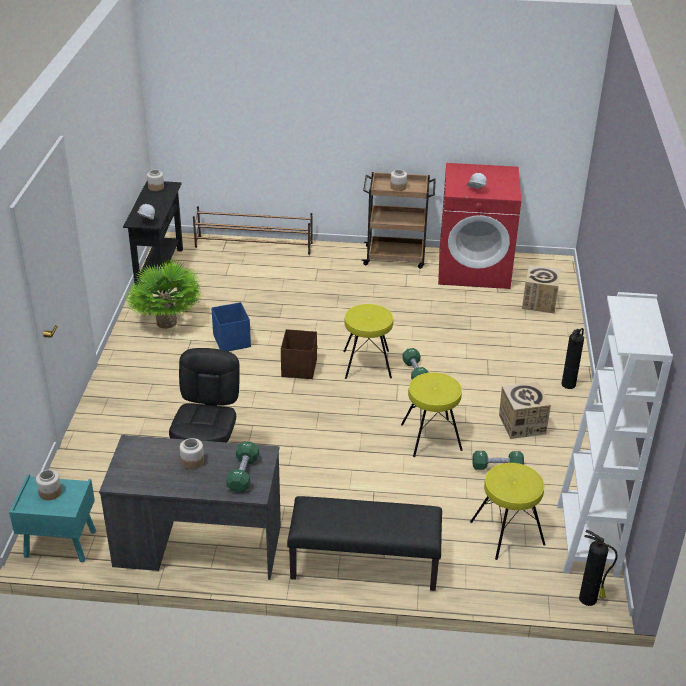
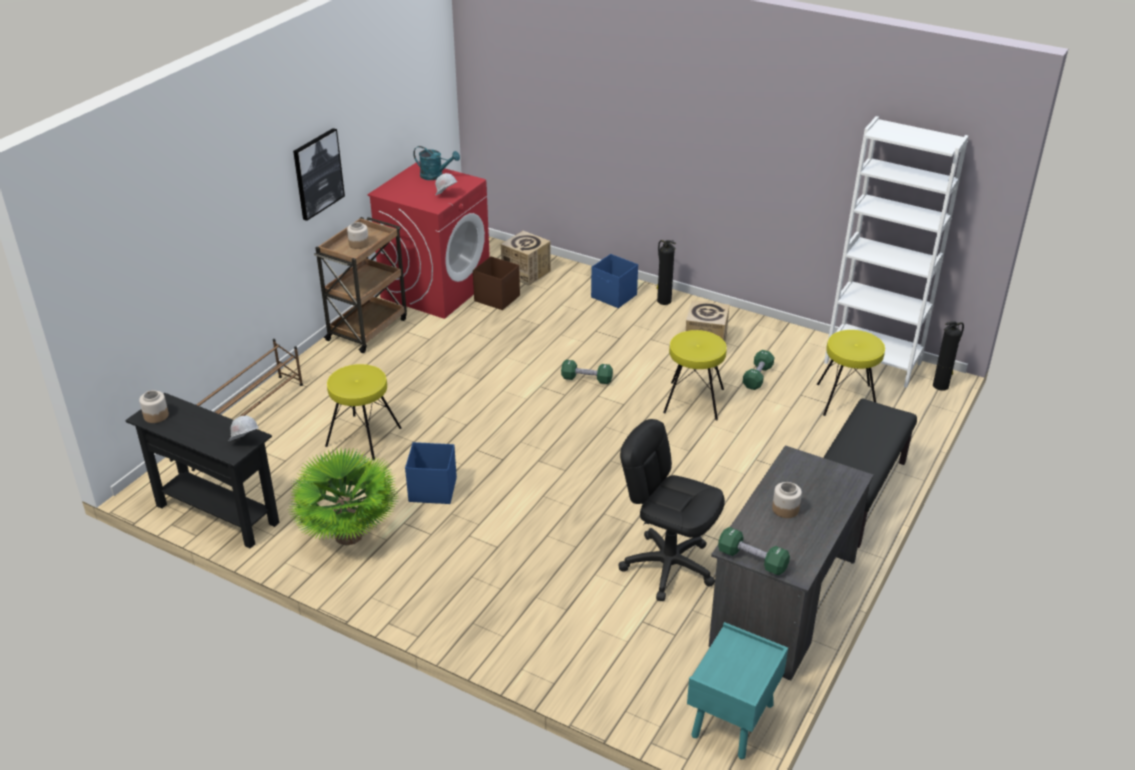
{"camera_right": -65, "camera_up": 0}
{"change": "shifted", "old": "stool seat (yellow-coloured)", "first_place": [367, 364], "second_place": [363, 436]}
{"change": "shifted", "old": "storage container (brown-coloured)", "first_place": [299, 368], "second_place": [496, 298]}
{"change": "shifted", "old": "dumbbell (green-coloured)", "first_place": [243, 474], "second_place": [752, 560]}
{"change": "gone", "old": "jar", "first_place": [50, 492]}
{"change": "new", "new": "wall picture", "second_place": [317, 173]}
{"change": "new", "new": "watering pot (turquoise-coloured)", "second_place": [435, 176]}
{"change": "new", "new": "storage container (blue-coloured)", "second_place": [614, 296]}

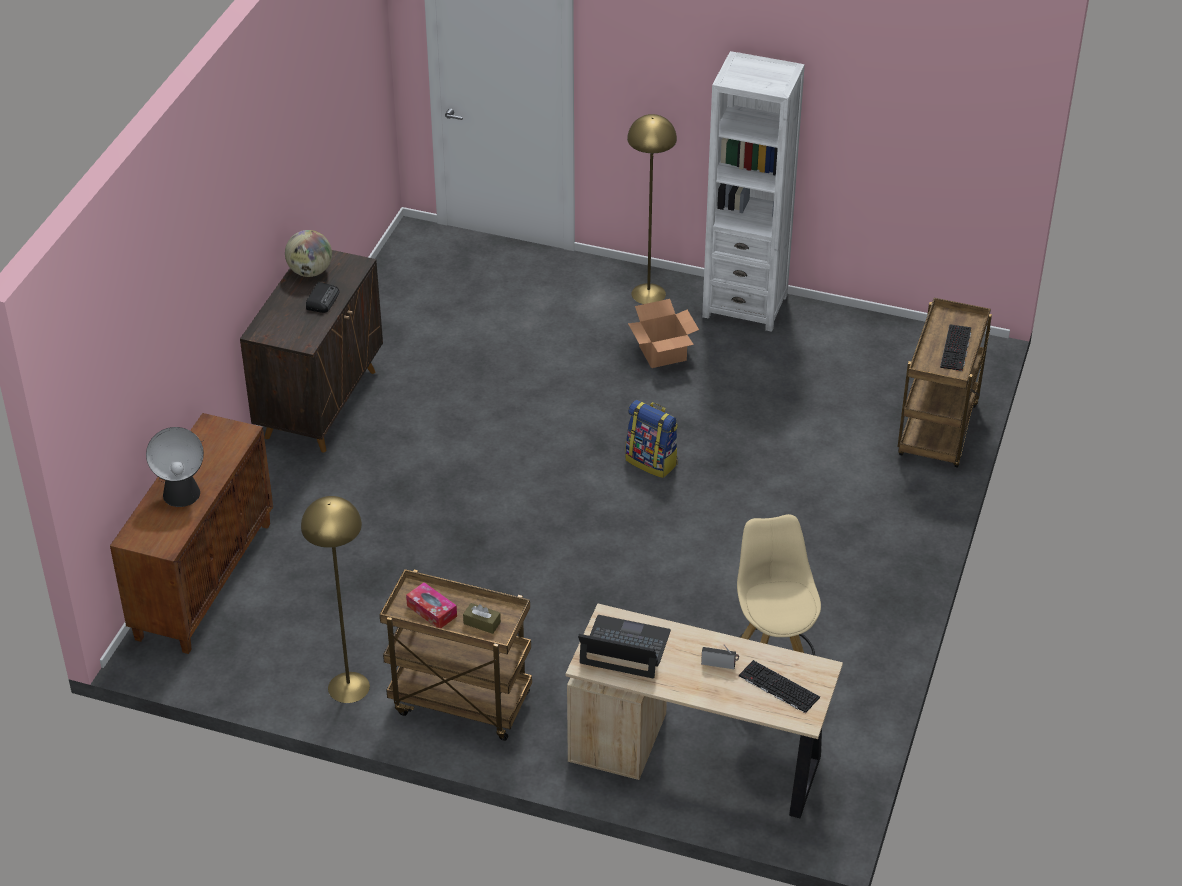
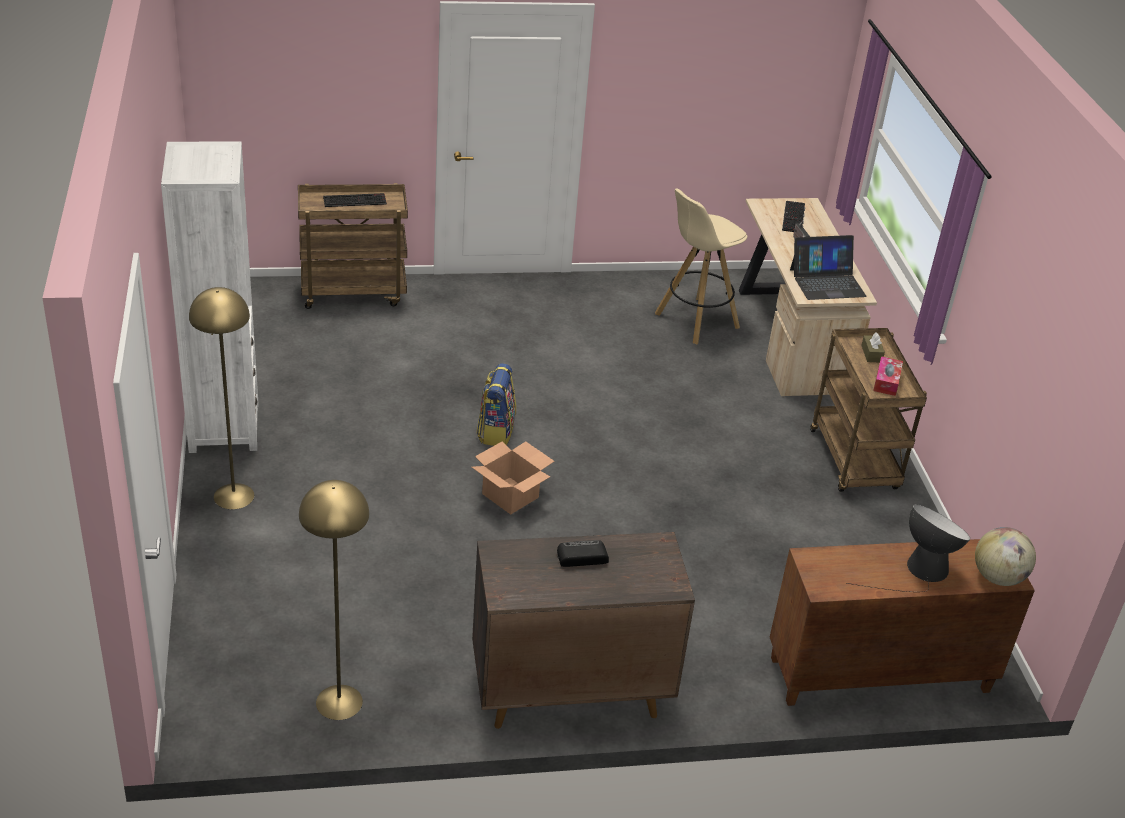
{"camera_right": -120, "camera_up": -5}
{"change": "shifted", "old": "world globe", "first_place": [310, 272], "second_place": [998, 577]}
{"change": "shifted", "old": "carton", "first_place": [663, 353], "second_place": [509, 495]}
{"change": "shifted", "old": "standard lamp (yellow-coloured)", "first_place": [348, 687], "second_place": [339, 702]}
{"change": "rotated", "old": "notebook computer", "first_place": [624, 648], "second_place": [827, 282], "degrees": -90}

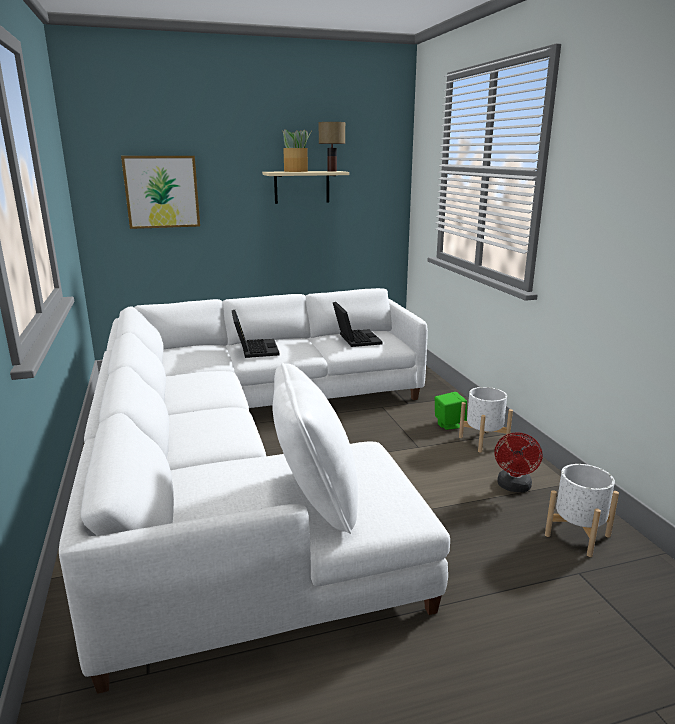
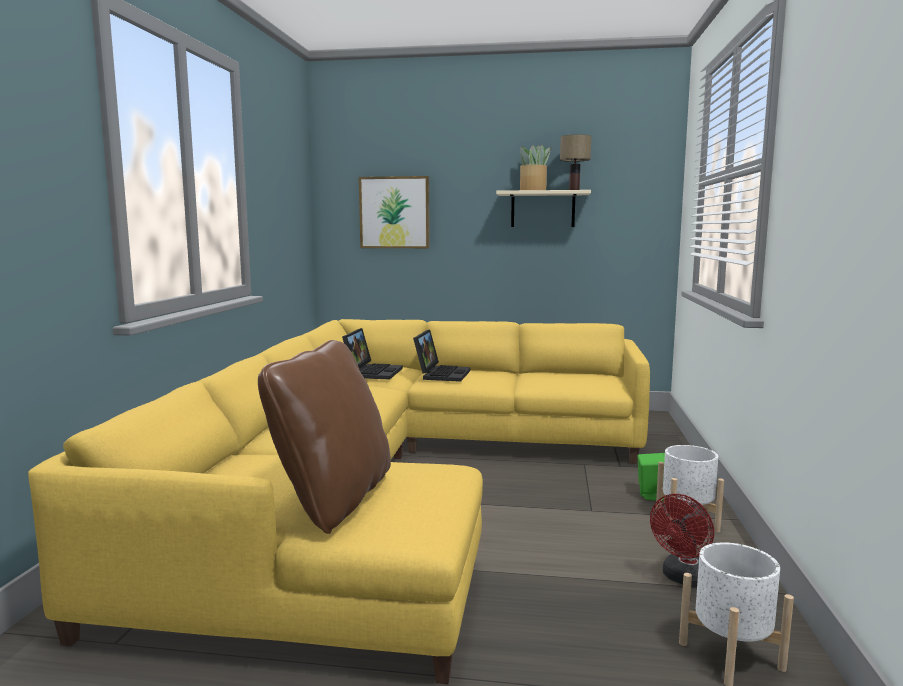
{"camera_right": 25, "camera_up": -10}
{"change": "repainted", "old": "sofa (white)", "new": "sofa (yellow-coloured)", "first_place": [250, 453], "second_place": [394, 481]}
{"change": "shifted", "old": "notebook computer", "first_place": [355, 339], "second_place": [372, 372]}
{"change": "repainted", "old": "cushion (white)", "new": "cushion (brown-coloured)", "first_place": [315, 500], "second_place": [333, 499]}

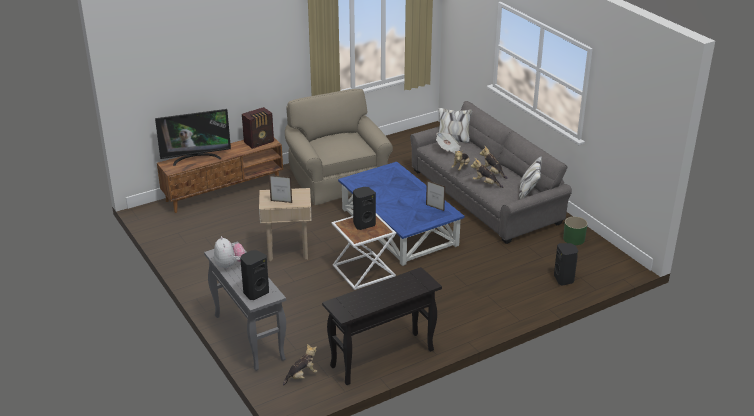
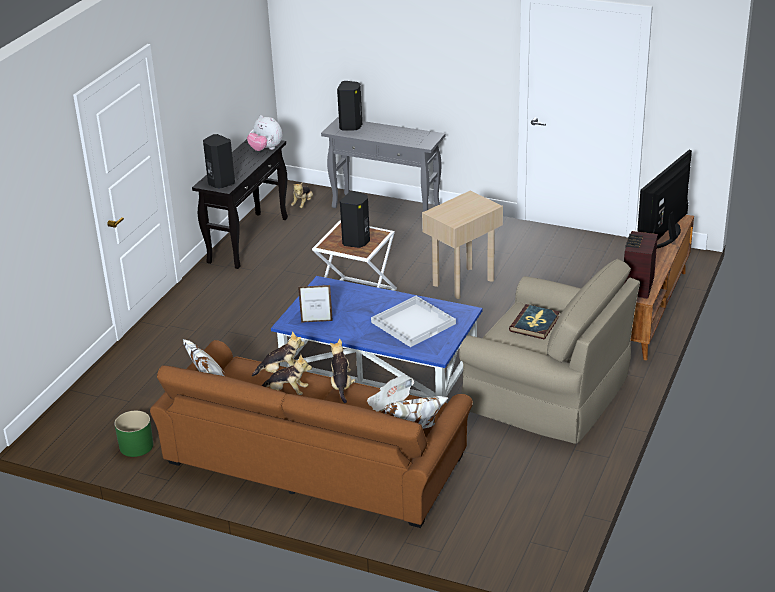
{"camera_right": 145, "camera_up": 0}
{"change": "repainted", "old": "sofa (greyish)", "new": "sofa (brown-coloured)", "first_place": [484, 196], "second_place": [315, 459]}
{"change": "gone", "old": "photo frame", "first_place": [281, 202]}
{"change": "shifted", "old": "plush toy", "first_place": [229, 265], "second_place": [266, 149]}
{"change": "shifted", "old": "speaker (blackish)", "first_place": [564, 279], "second_place": [220, 183]}
{"change": "new", "new": "serving tray (white)", "second_place": [413, 322]}
{"change": "new", "new": "bound book", "second_place": [535, 324]}

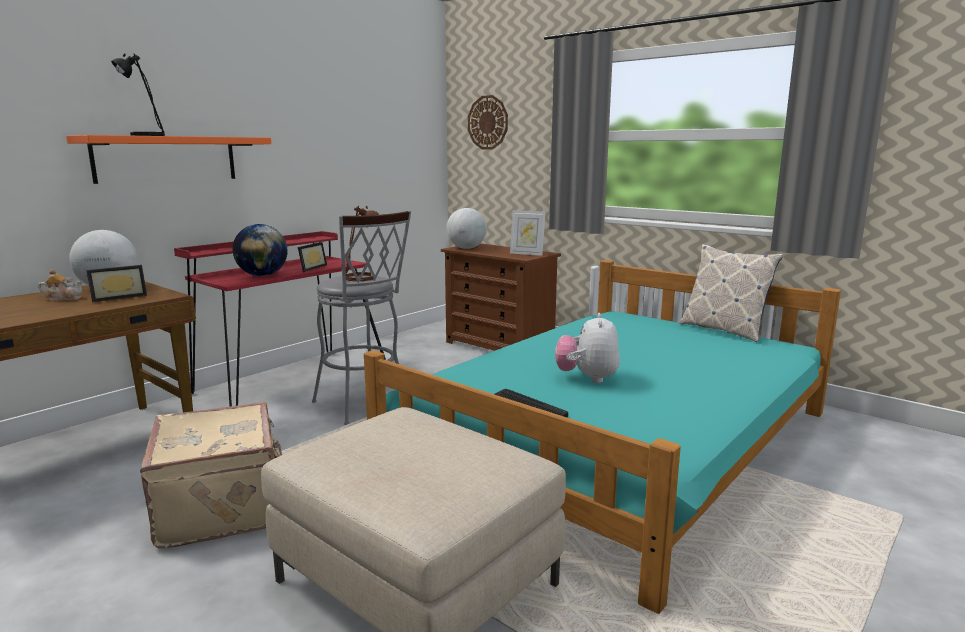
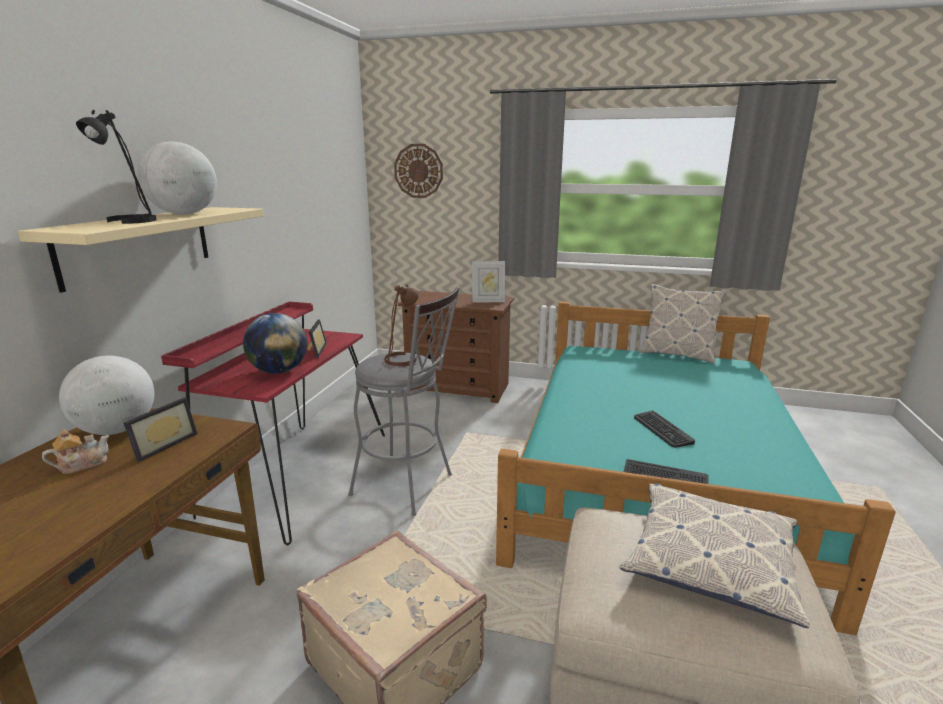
{"camera_right": -25, "camera_up": 5}
{"change": "repainted", "old": "wall shelf (orange-coloured)", "new": "wall shelf (sand-coloured)", "first_place": [166, 159], "second_place": [138, 244]}
{"change": "shifted", "old": "world globe", "first_place": [466, 248], "second_place": [184, 214]}
{"change": "swapped", "old": "plush toy", "new": "keyboard", "first_place": [587, 378], "second_place": [662, 429]}
{"change": "new", "new": "cushion", "second_place": [710, 560]}

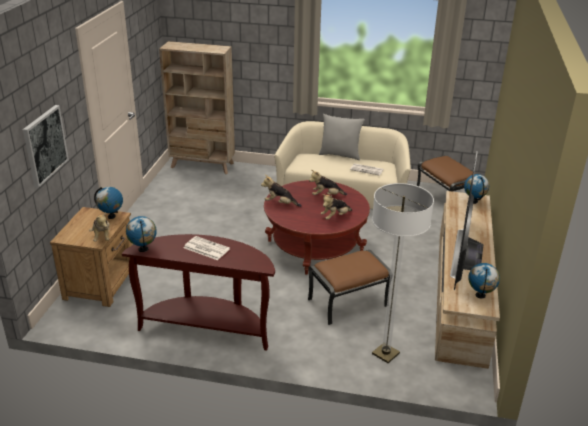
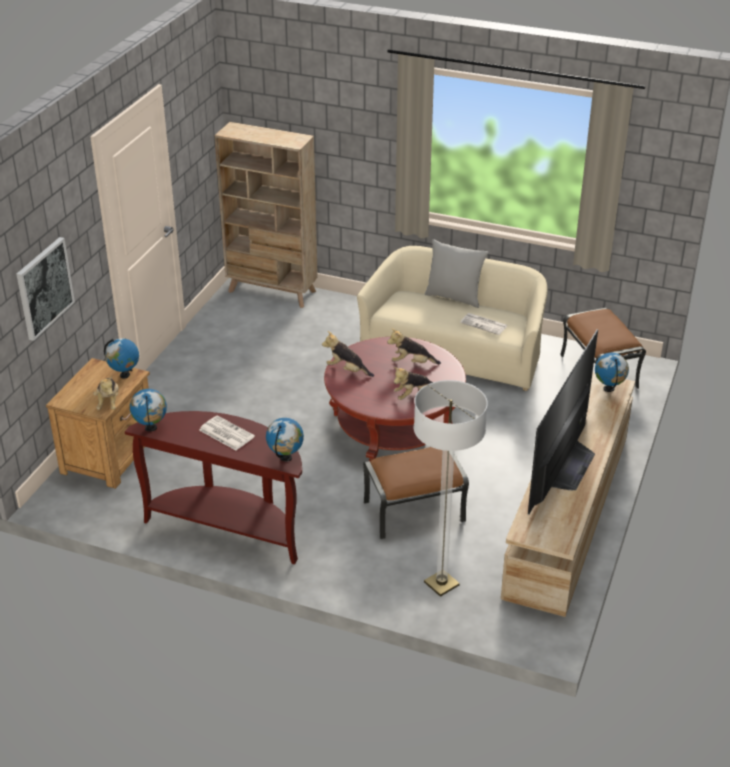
{"camera_right": 10, "camera_up": 5}
{"change": "shifted", "old": "world globe", "first_place": [480, 295], "second_place": [286, 458]}

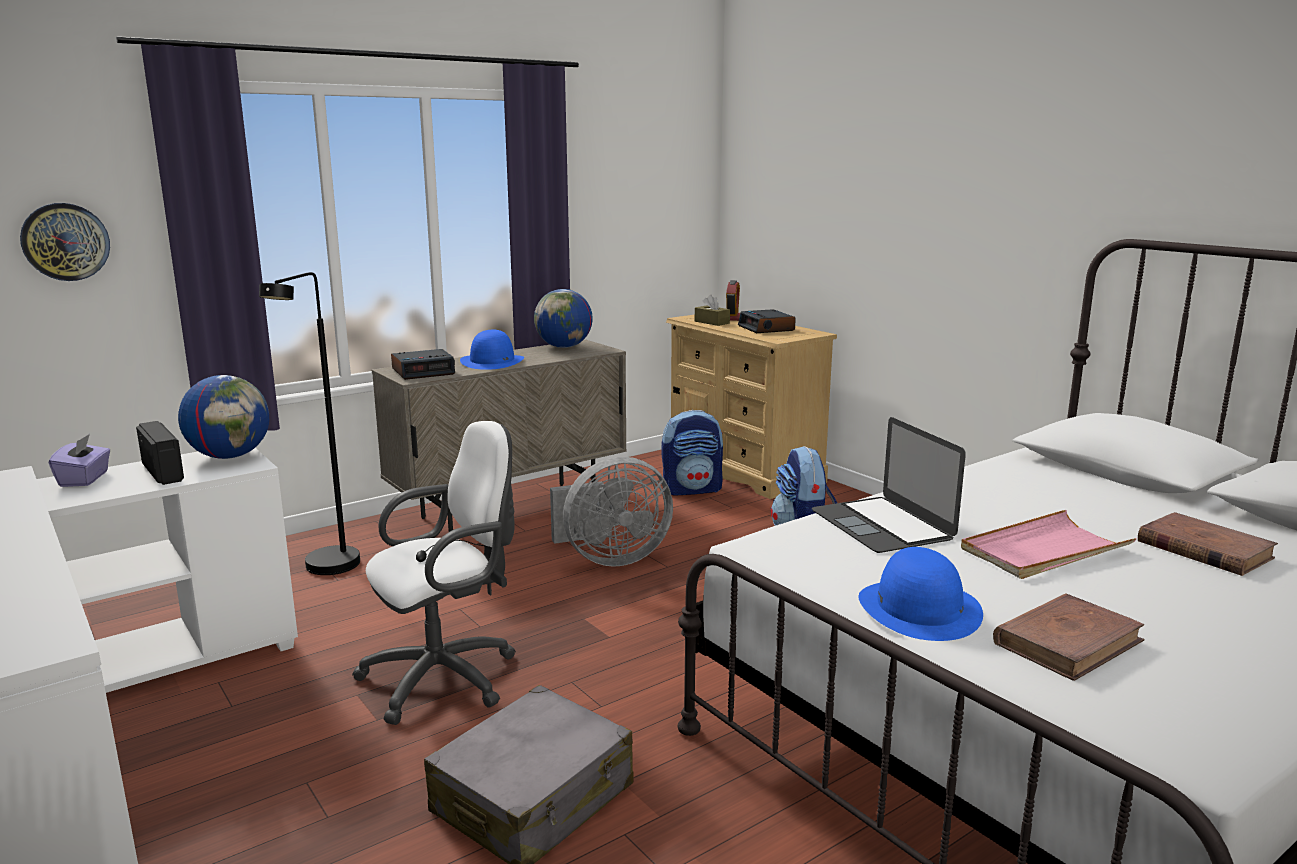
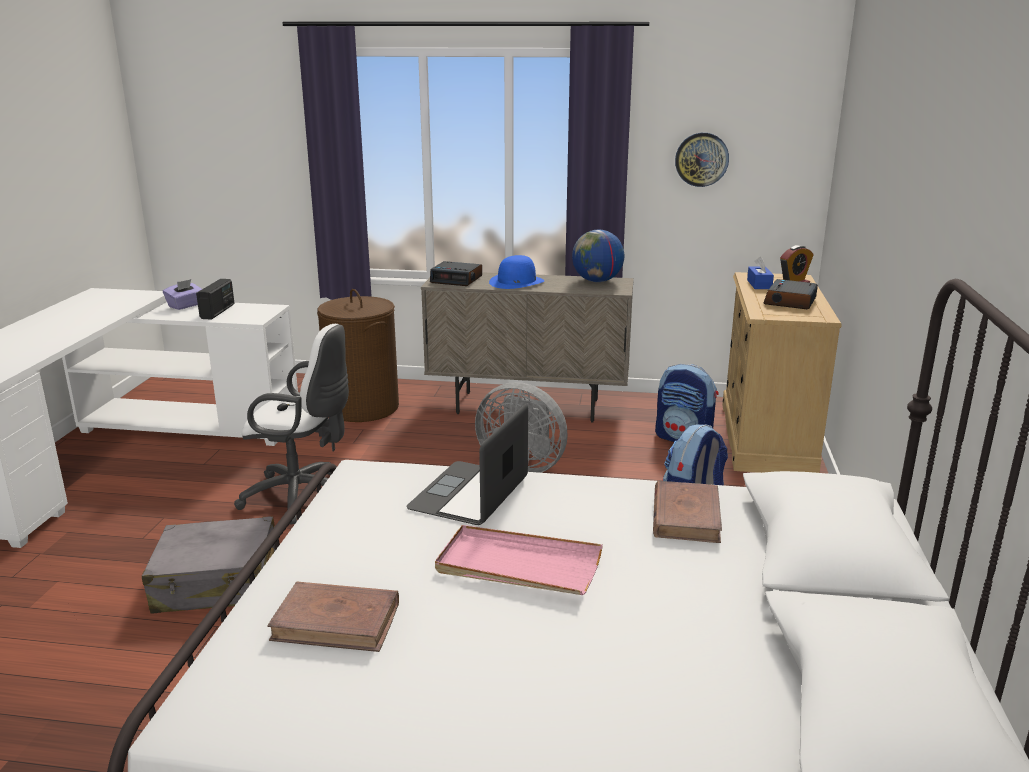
{"camera_right": 45, "camera_up": 5}
{"change": "shifted", "old": "wall clock", "first_place": [65, 242], "second_place": [701, 159]}
{"change": "swapped", "old": "standard lamp (blackish)", "new": "hamper (brown-coloured)", "first_place": [328, 570], "second_place": [363, 408]}
{"change": "repainted", "old": "tissue holder (brown-coloured)", "new": "tissue holder (blue-coloured)", "first_place": [712, 322], "second_place": [759, 284]}
{"change": "gone", "old": "world globe", "first_place": [230, 456]}
{"change": "shifted", "old": "bound book (brown-coloured)", "first_place": [1203, 549], "second_place": [686, 516]}
{"change": "gone", "old": "hat (blue-coloured)", "first_place": [919, 609]}

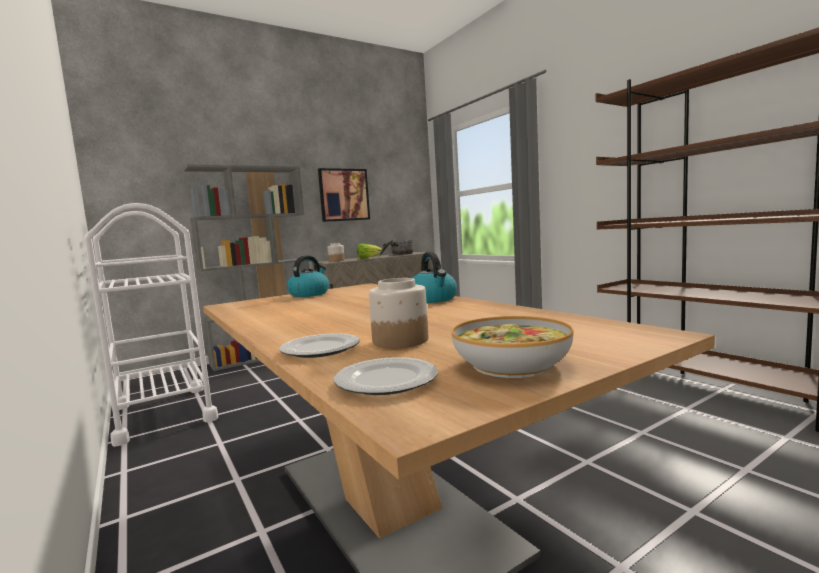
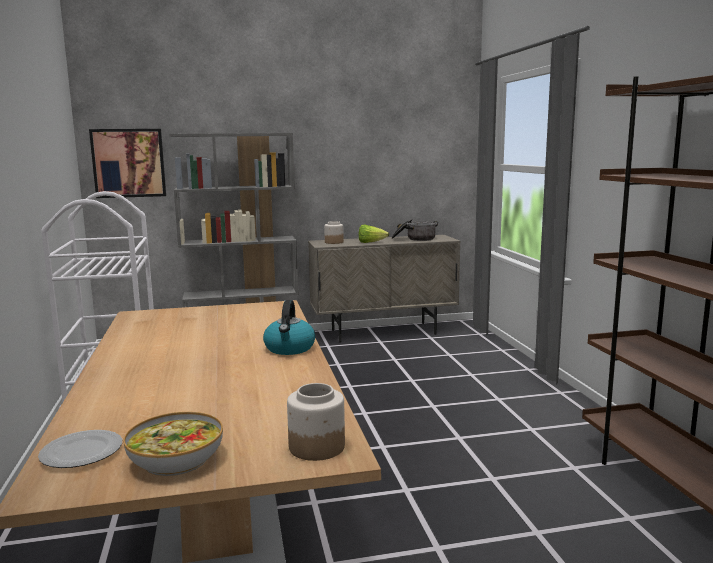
{"camera_right": 20, "camera_up": 5}
{"change": "shifted", "old": "wall picture", "first_place": [344, 195], "second_place": [129, 163]}
{"change": "gone", "old": "tea kettle", "first_place": [309, 294]}
{"change": "shifted", "old": "jar", "first_place": [399, 341], "second_place": [316, 447]}
{"change": "gone", "old": "flat dish", "first_place": [321, 349]}

